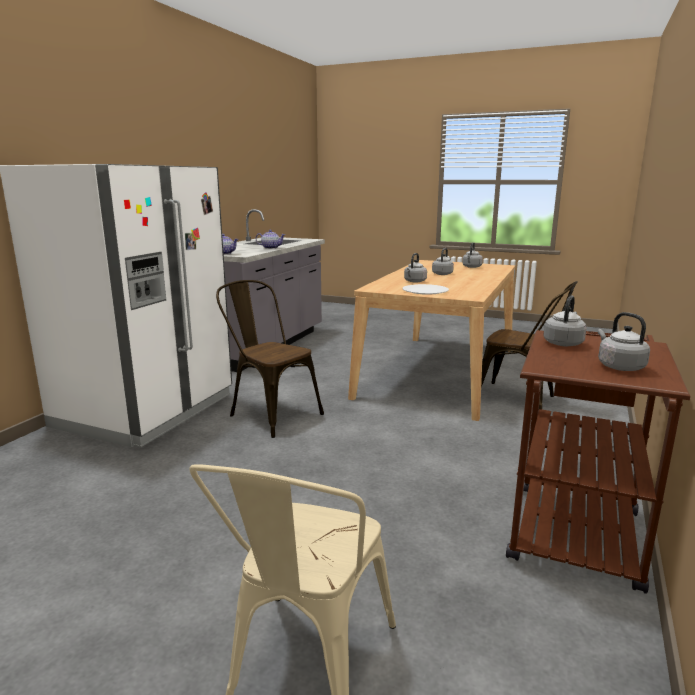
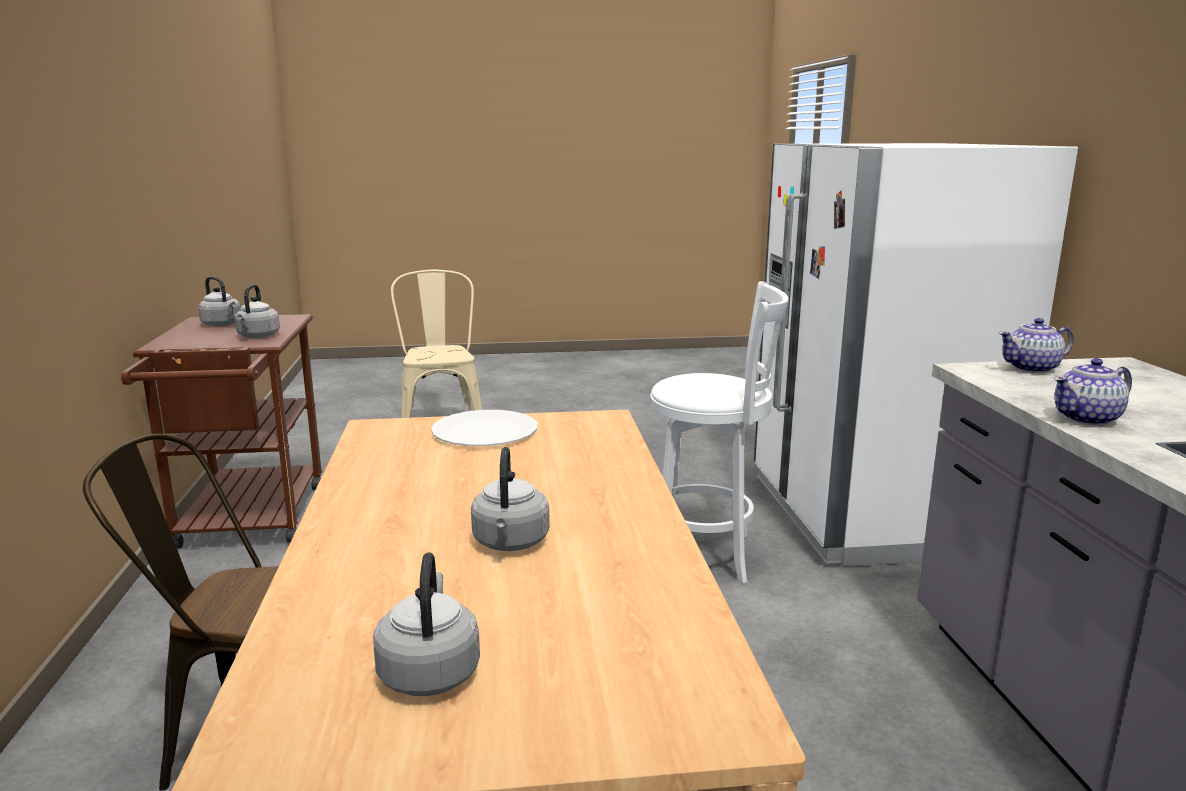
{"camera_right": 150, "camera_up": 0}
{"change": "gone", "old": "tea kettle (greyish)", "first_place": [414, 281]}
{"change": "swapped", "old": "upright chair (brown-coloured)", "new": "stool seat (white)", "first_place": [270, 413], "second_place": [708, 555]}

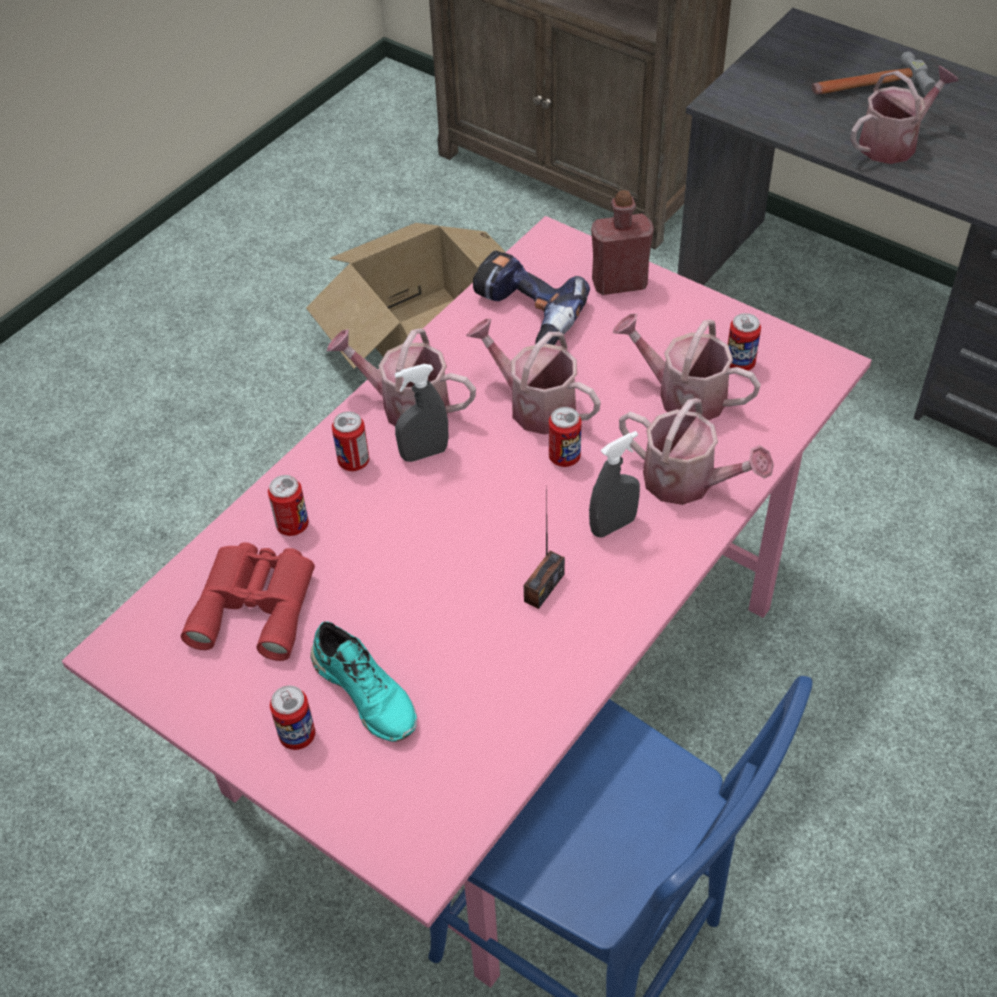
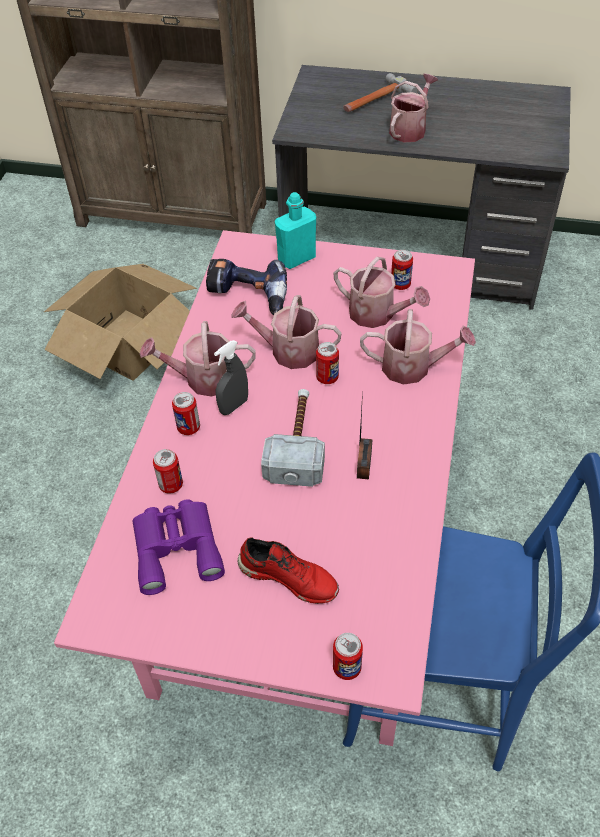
{"camera_right": -25, "camera_up": 0}
{"change": "repainted", "old": "bottle (red)", "new": "bottle (turquoise-coloured)", "first_place": [619, 283], "second_place": [296, 258]}
{"change": "rotated", "old": "watering pot", "first_place": [682, 395], "second_place": [377, 315], "degrees": -150}
{"change": "gone", "old": "hand sprayer (greyish)", "first_place": [613, 525]}
{"change": "repainted", "old": "binoculars (red)", "new": "binoculars (purple-coloured)", "first_place": [257, 603], "second_place": [177, 547]}
{"change": "repainted", "old": "low shoe (turquoise-coloured)", "new": "low shoe (red)", "first_place": [367, 692], "second_place": [289, 577]}
{"change": "shifted", "old": "sealed can", "first_place": [297, 735], "second_place": [347, 668]}
{"change": "new", "new": "tool hammer", "second_place": [298, 443]}

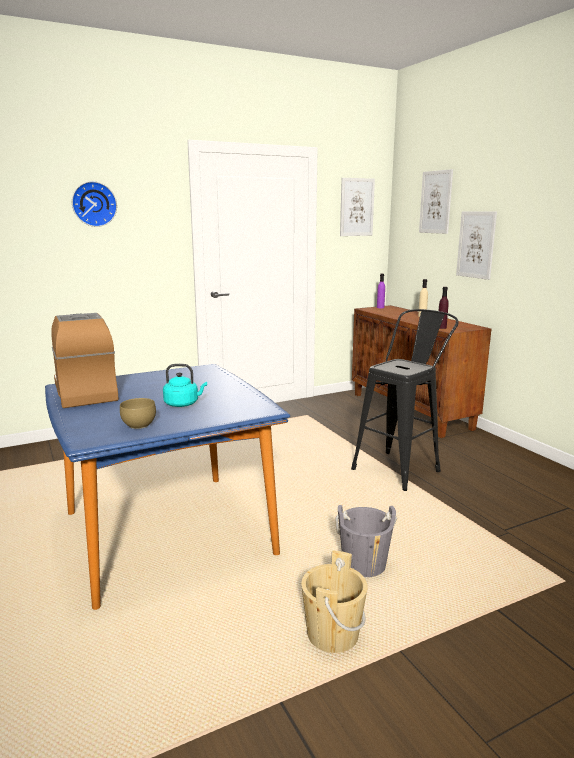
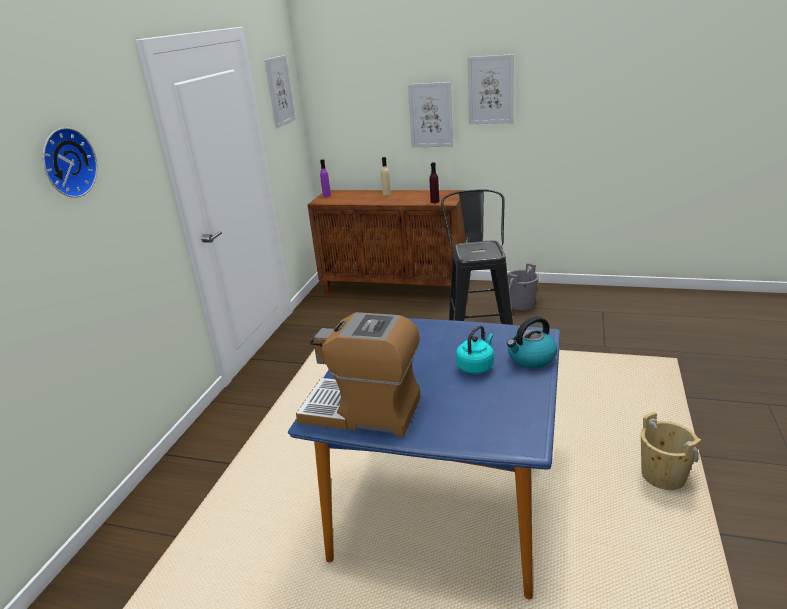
{"camera_right": -45, "camera_up": 10}
{"change": "shifted", "old": "wall picture", "first_place": [436, 202], "second_place": [490, 90]}
{"change": "gone", "old": "deep dish (brown-coloured)", "first_place": [137, 426]}
{"change": "shifted", "old": "bucket (greyish)", "first_place": [364, 565], "second_place": [521, 304]}
{"change": "new", "new": "tea kettle", "second_place": [531, 358]}

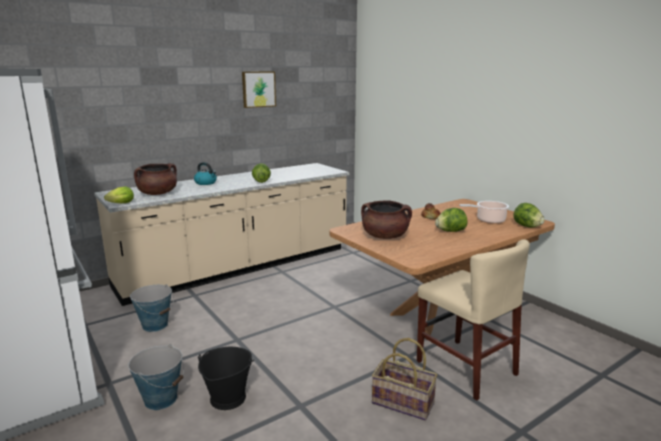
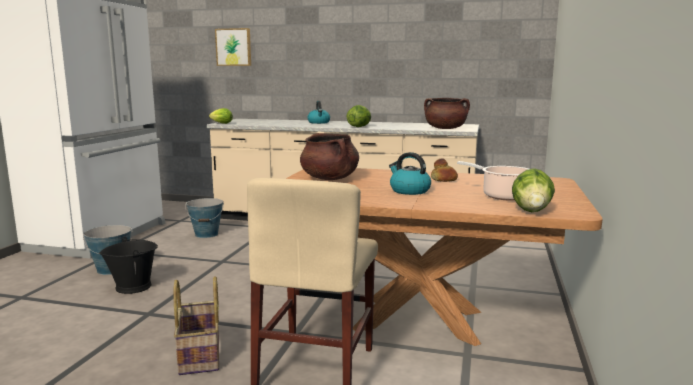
{"camera_right": 50, "camera_up": -5}
{"change": "shifted", "old": "wall picture", "first_place": [258, 89], "second_place": [234, 47]}
{"change": "shifted", "old": "cooking pot (brown-coloured)", "first_place": [157, 193], "second_place": [445, 128]}
{"change": "swapped", "old": "lettuce", "new": "tea kettle", "first_place": [450, 231], "second_place": [409, 191]}

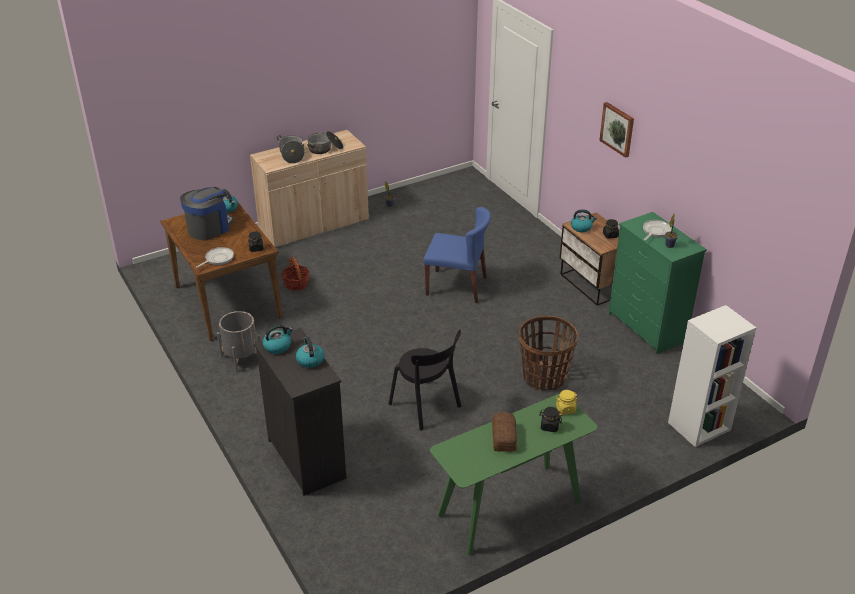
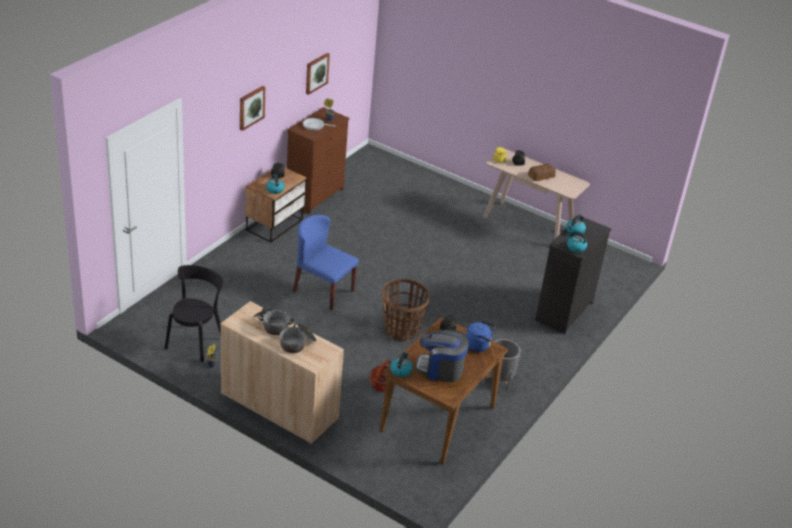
{"camera_right": -120, "camera_up": 0}
{"change": "rotated", "old": "upright chair (blue-coloured)", "first_place": [457, 286], "second_place": [323, 291], "degrees": -45}
{"change": "repainted", "old": "dresser (green-coloured)", "new": "dresser (brown-coloured)", "first_place": [646, 328], "second_place": [315, 196]}
{"change": "swapped", "old": "frying pan", "new": "tea kettle (blue-coloured)", "first_place": [218, 259], "second_place": [479, 345]}
{"change": "gone", "old": "bookcase (white)", "first_place": [699, 427]}
{"change": "shifted", "old": "basket", "first_place": [544, 377], "second_place": [401, 330]}
{"change": "shifted", "old": "upright chair (blackish)", "first_place": [427, 407], "second_place": [196, 341]}
{"change": "repainted", "old": "narrow table (green-coloured)", "new": "narrow table (sand-coloured)", "first_place": [510, 508], "second_place": [528, 224]}
{"change": "new", "new": "wall picture", "second_place": [316, 73]}

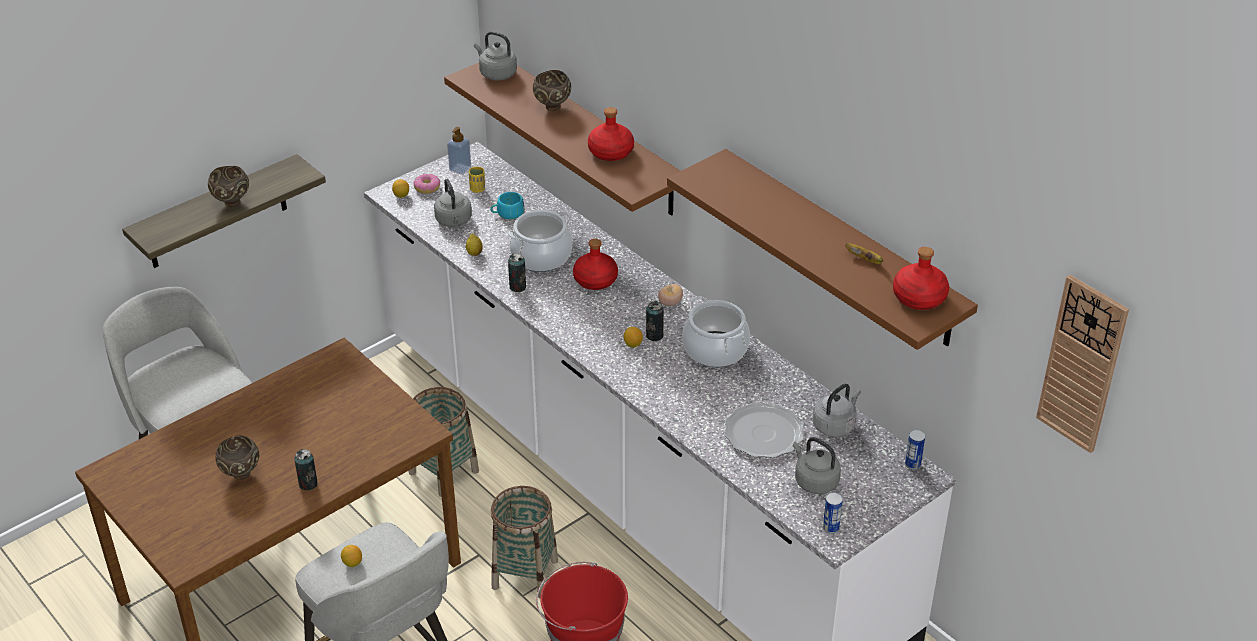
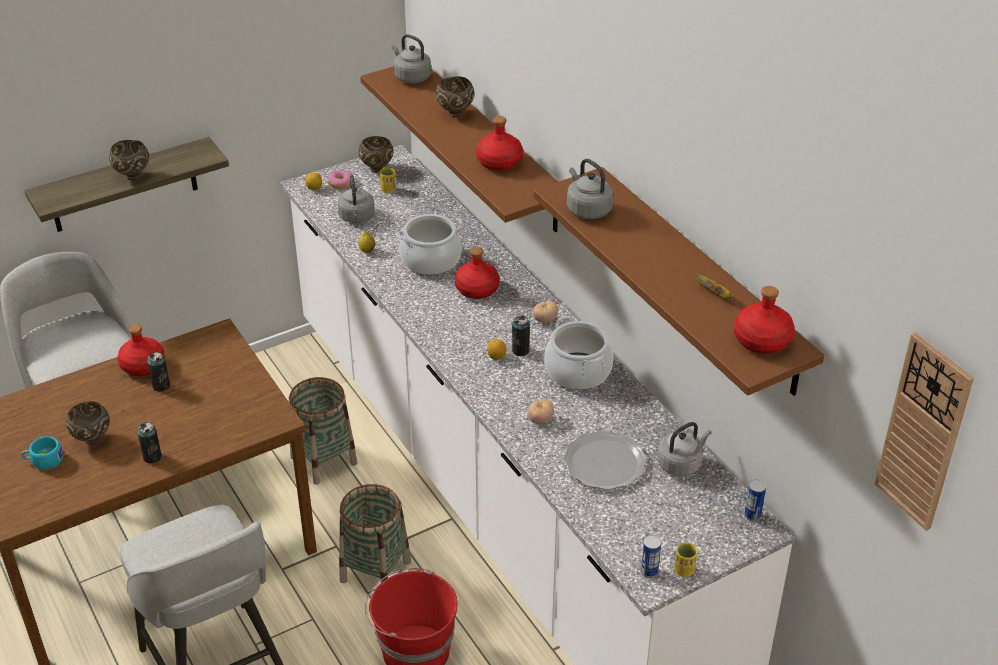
{"camera_right": 10, "camera_up": 0}
{"change": "swapped", "old": "soap bottle", "new": "deep dish (brown-coloured)", "first_place": [460, 169], "second_place": [377, 169]}
{"change": "shifted", "old": "small cup (turquoise-coloured)", "first_place": [507, 213], "second_place": [44, 460]}
{"change": "shifted", "old": "sealed can", "first_place": [517, 287], "second_place": [161, 386]}
{"change": "shifted", "old": "tea kettle (greyish)", "first_place": [814, 481], "second_place": [587, 209]}
{"change": "gone", "old": "citrus fruit", "first_place": [352, 563]}
{"change": "new", "new": "bottle (red)", "second_place": [143, 365]}
{"change": "new", "new": "tomato", "second_place": [540, 420]}
{"change": "new", "new": "small cup (yellow-coloured)", "second_place": [684, 570]}

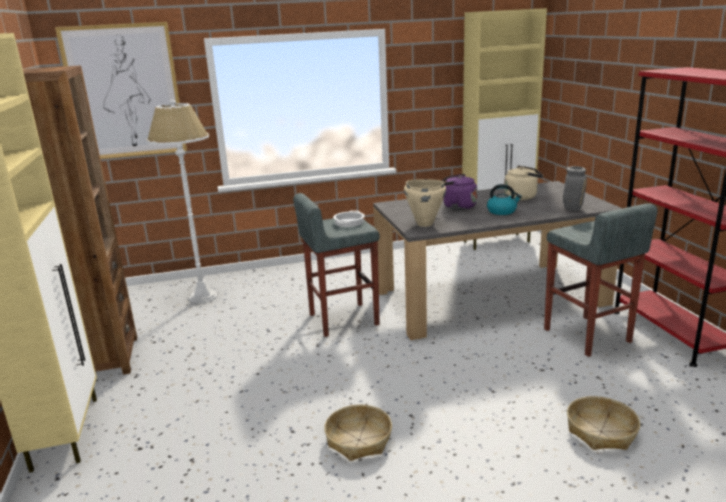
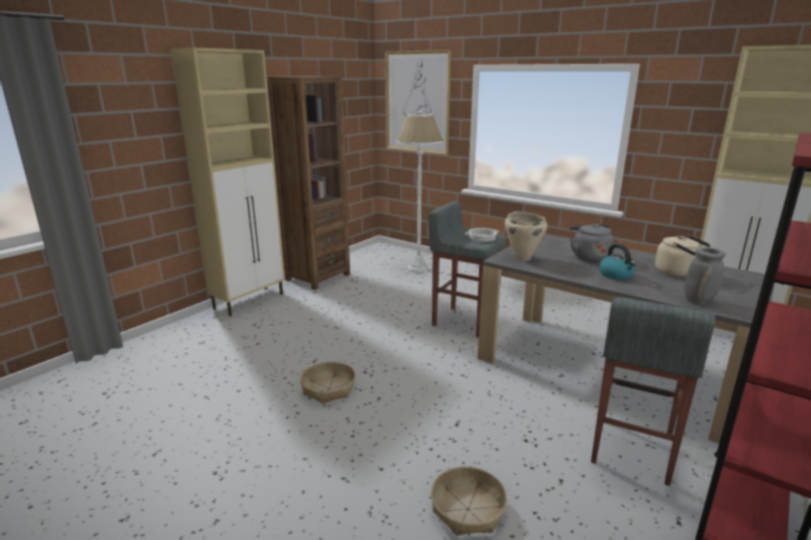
{"camera_right": 50, "camera_up": 0}
{"change": "repainted", "old": "tea kettle (purple-coloured)", "new": "tea kettle (greyish)", "first_place": [457, 206], "second_place": [588, 257]}

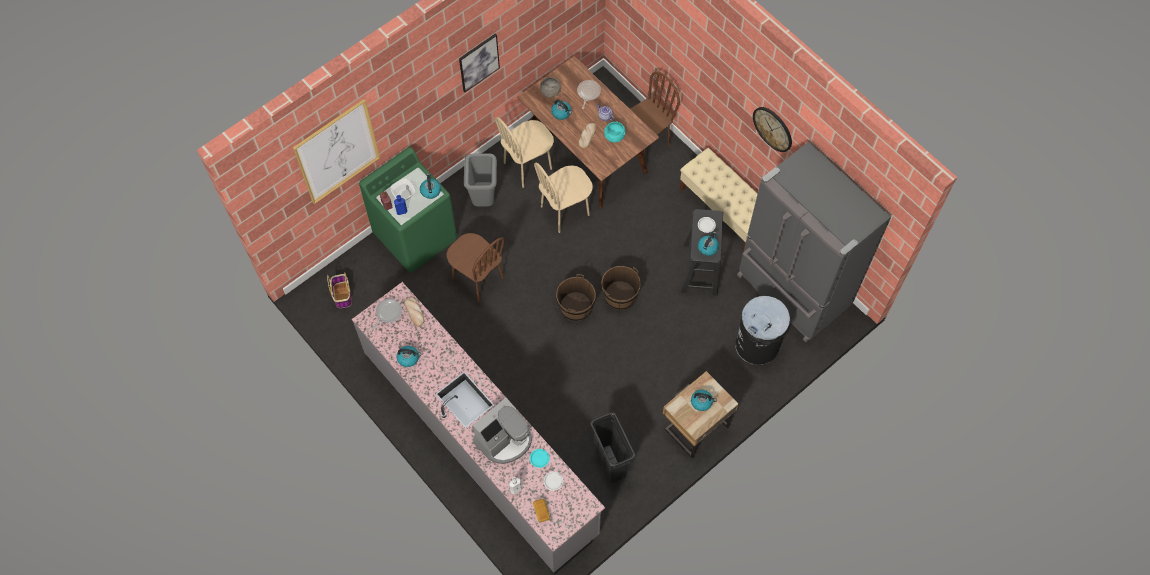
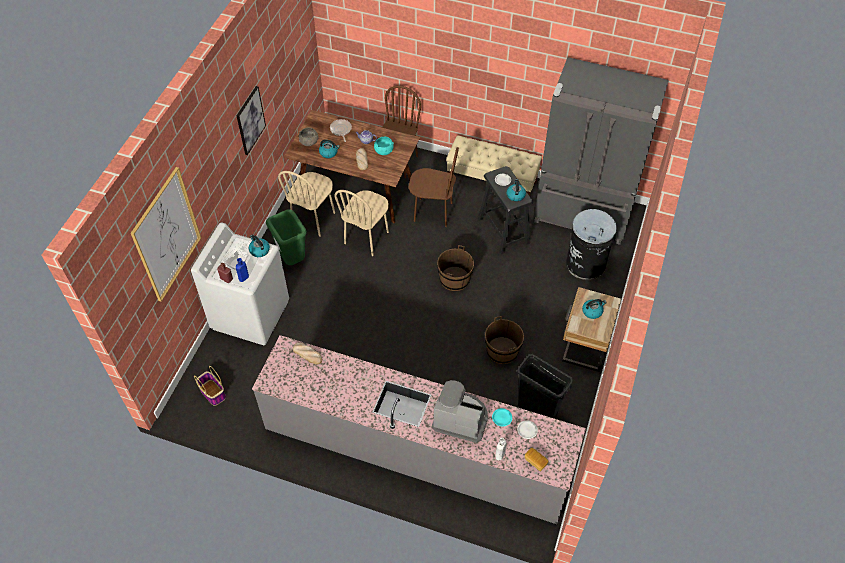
{"camera_right": -30, "camera_up": -10}
{"change": "gone", "old": "wall clock", "first_place": [773, 128]}
{"change": "repainted", "old": "laundry appliance (green-coloured)", "new": "laundry appliance (white)", "first_place": [416, 236], "second_place": [251, 314]}
{"change": "repainted", "old": "trash can (greyish)", "new": "trash can (green-coloured)", "first_place": [483, 200], "second_place": [292, 260]}
{"change": "shifted", "old": "upright chair (brown-coloured)", "first_place": [477, 279], "second_place": [433, 212]}
{"change": "shifted", "old": "bucket (brown-coloured)", "first_place": [576, 307], "second_place": [502, 350]}
{"change": "gone", "old": "frying pan", "first_place": [388, 313]}
{"change": "gone", "old": "tea kettle", "first_place": [408, 358]}
{"change": "rotated", "old": "coffee maker", "first_place": [504, 440], "second_place": [460, 418], "degrees": -90}

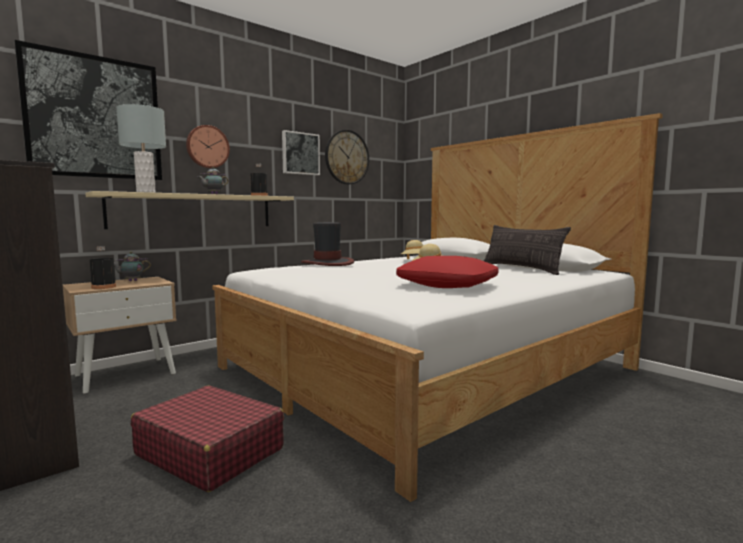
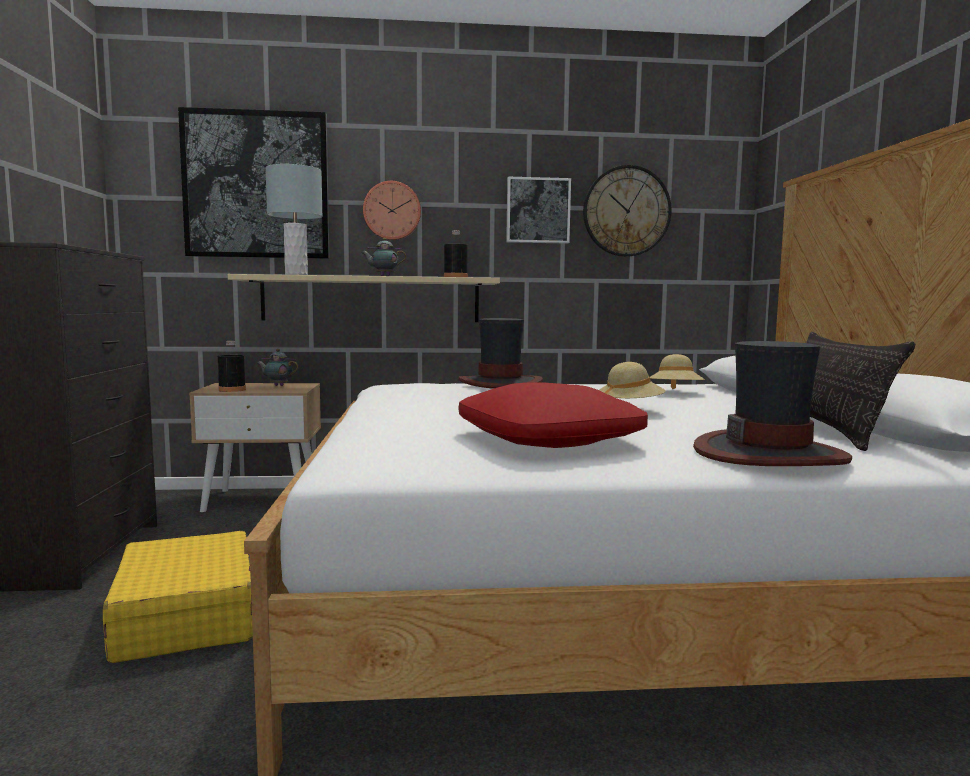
{"camera_right": 35, "camera_up": 0}
{"change": "repainted", "old": "travel case (red)", "new": "travel case (yellow-coloured)", "first_place": [209, 451], "second_place": [188, 615]}
{"change": "new", "new": "hat", "second_place": [769, 454]}

